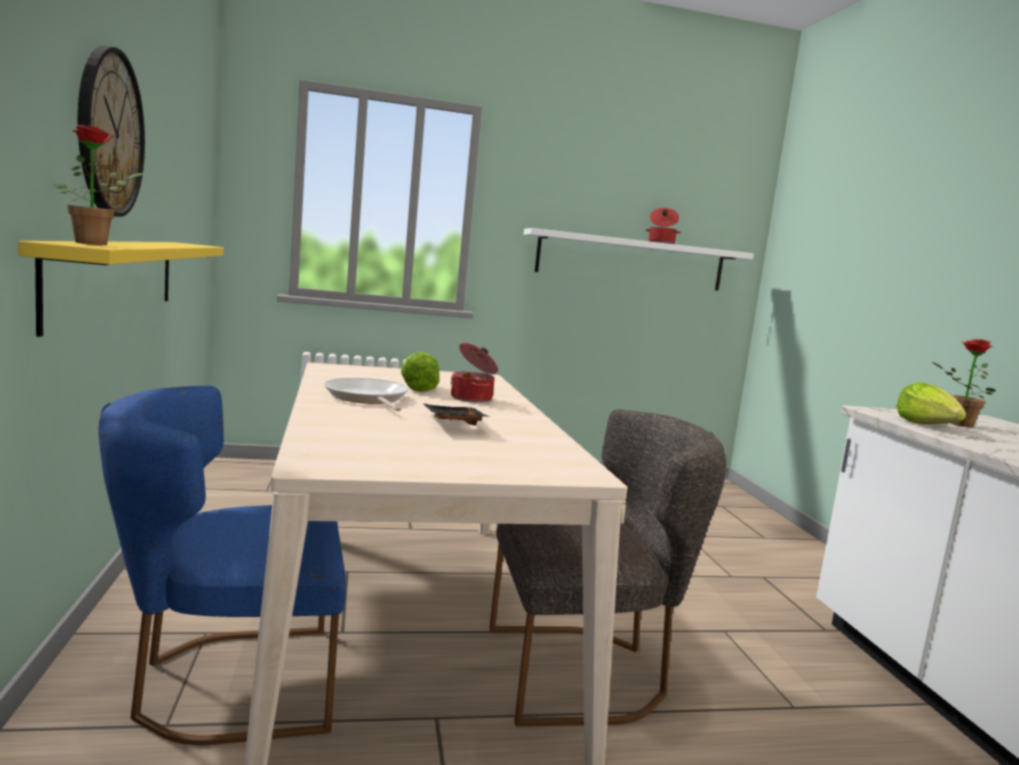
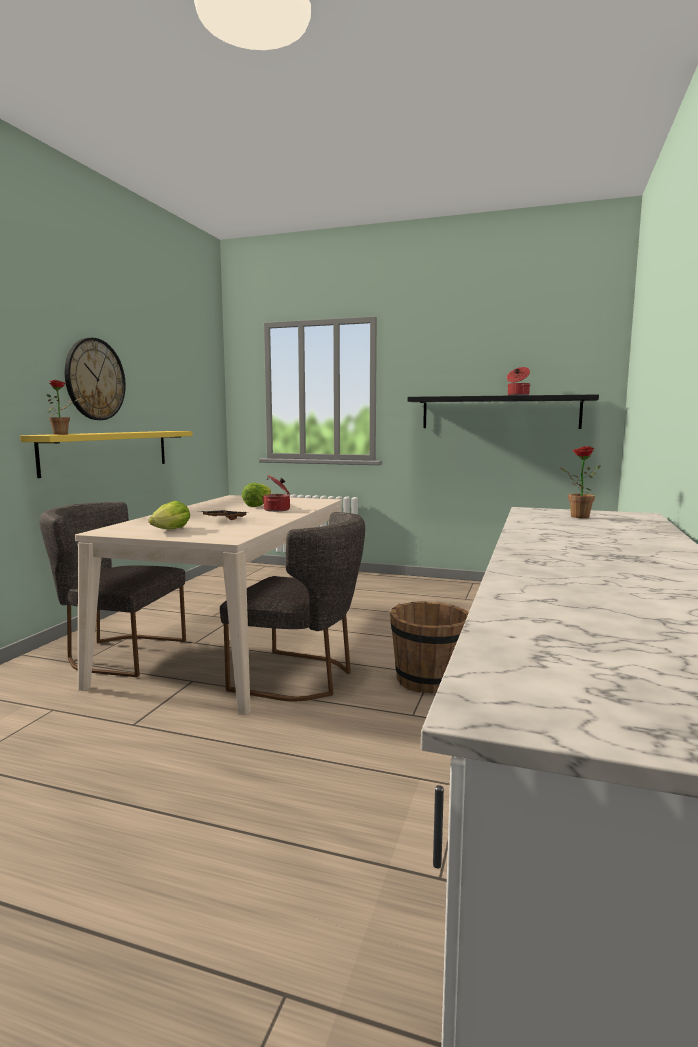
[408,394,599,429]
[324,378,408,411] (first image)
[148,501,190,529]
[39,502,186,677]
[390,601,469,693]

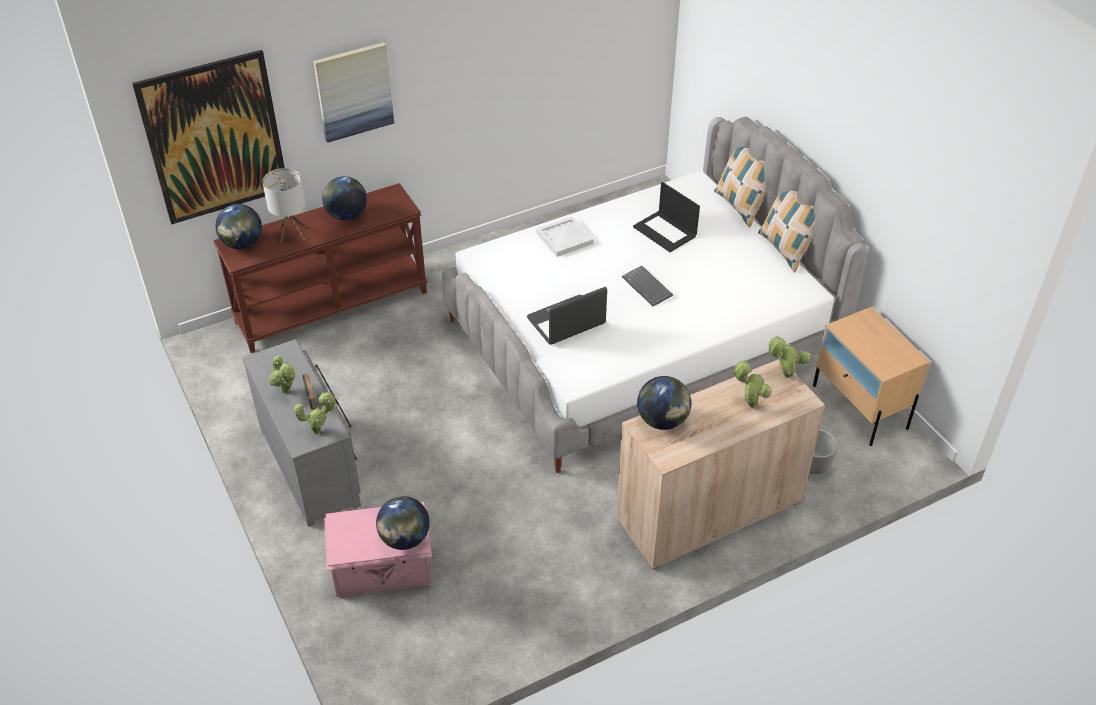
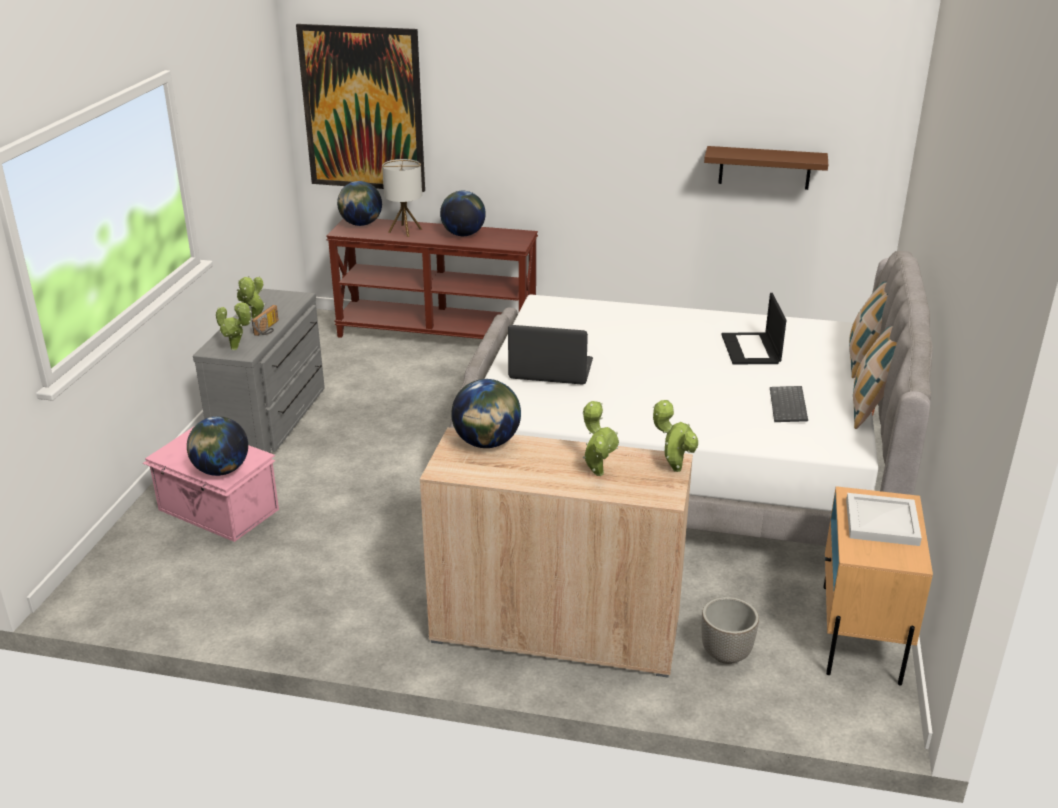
[313,42,394,143] (first image)
[846,493,922,546]
[770,386,808,422]
[704,146,828,190]

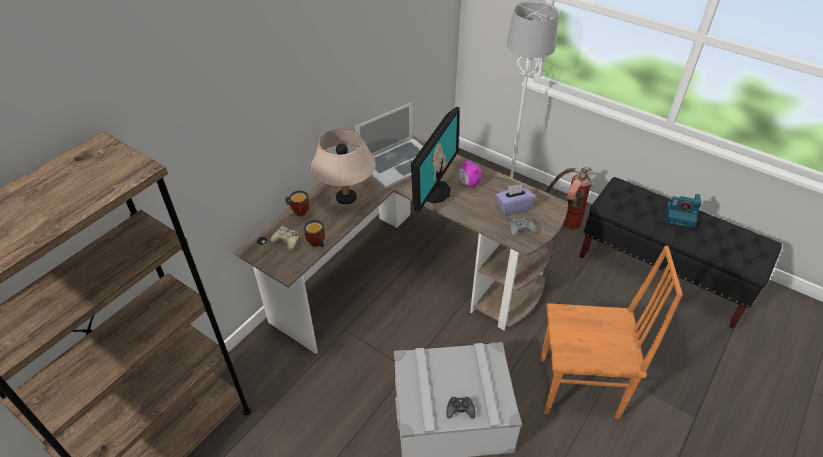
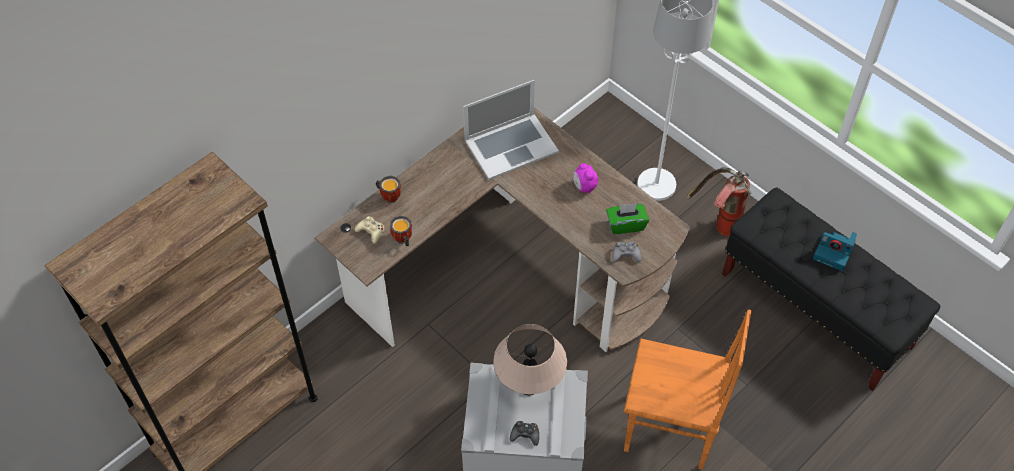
[411,107,460,212] (first image)
[493,324,567,395]
[606,203,649,234]

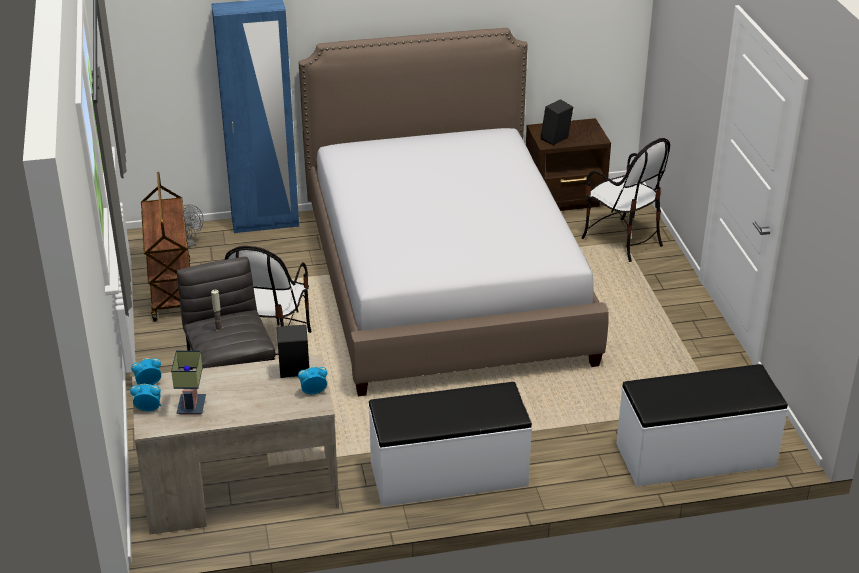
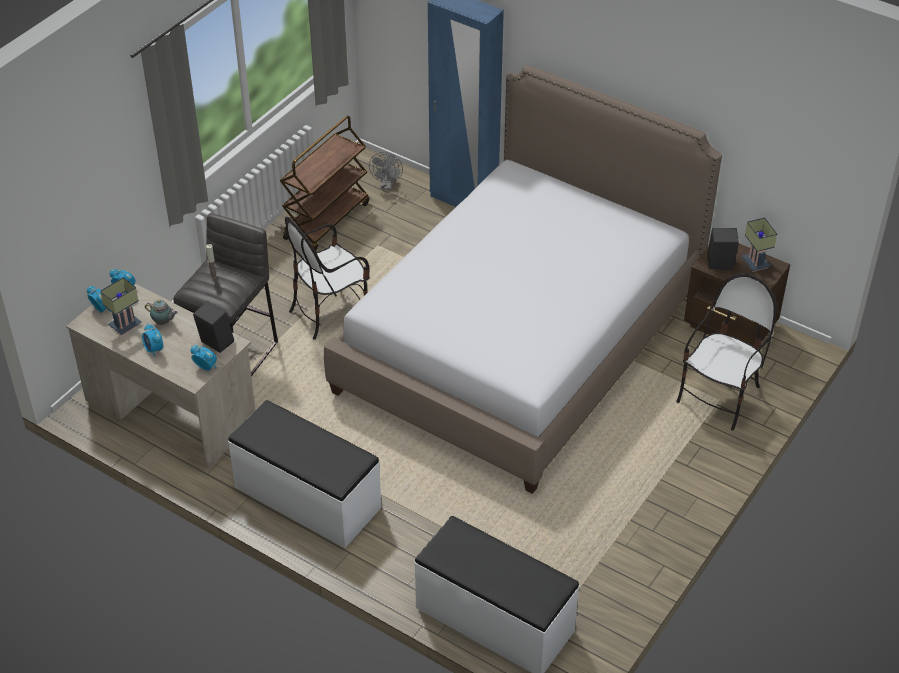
[676,274,777,431]
[742,218,777,272]
[145,300,178,325]
[142,323,163,357]

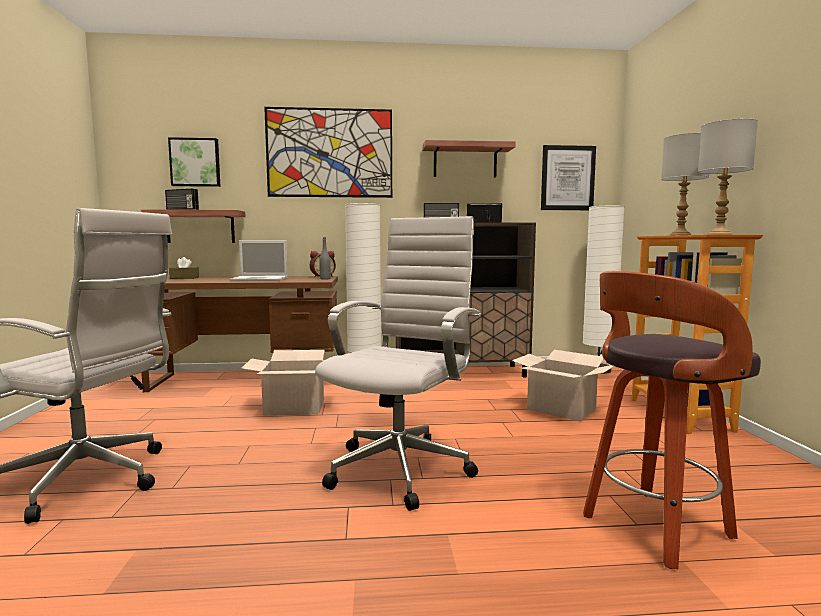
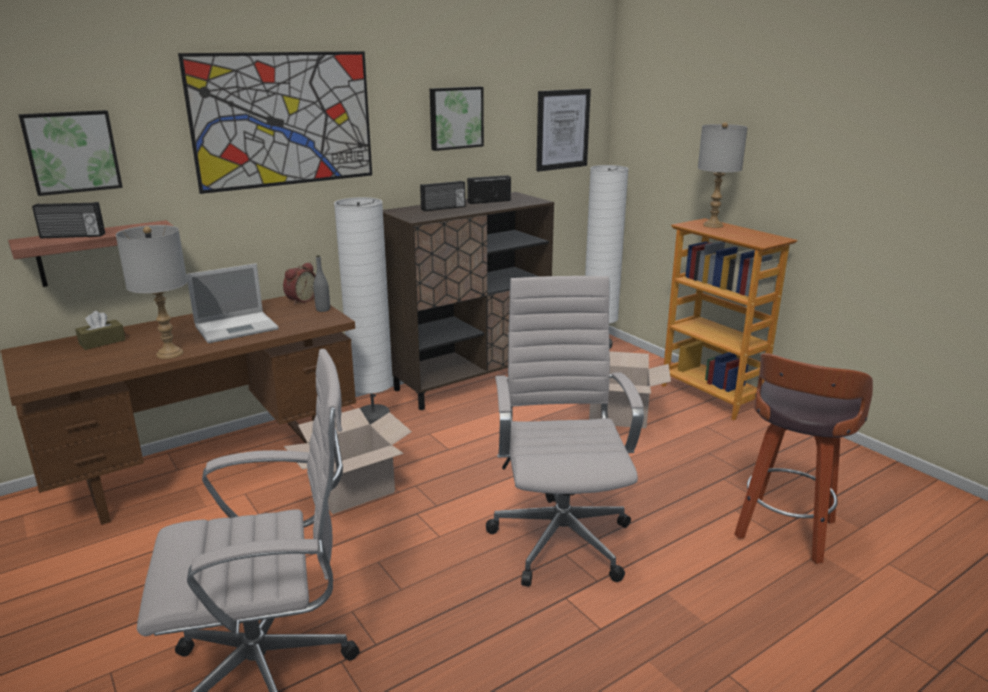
[116,225,187,359]
[430,87,484,151]

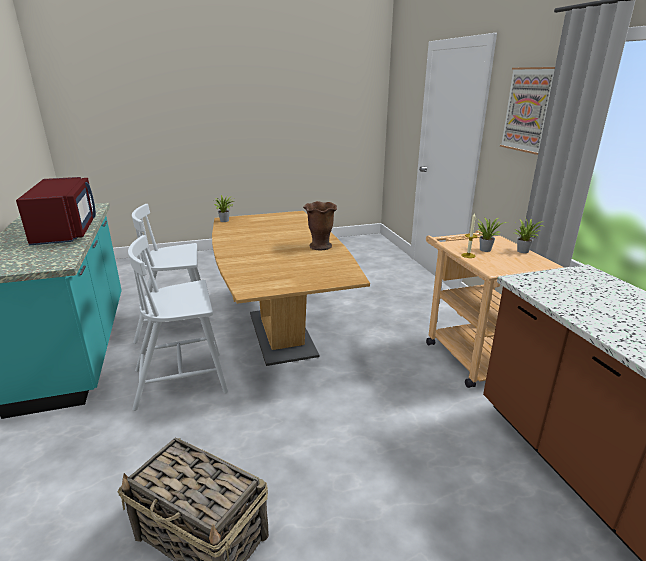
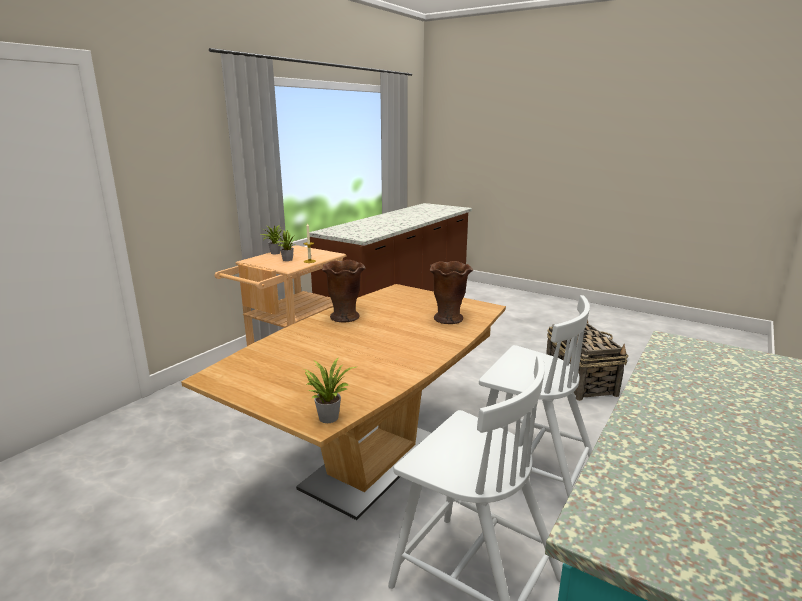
[500,67,555,155] (first image)
[16,177,96,245] (first image)
[429,261,473,324]

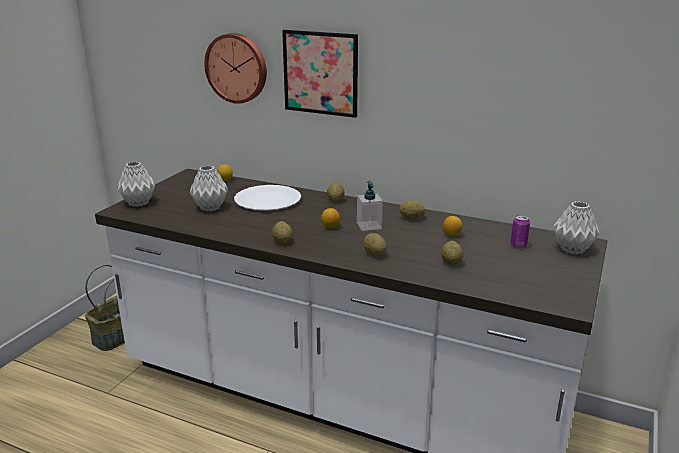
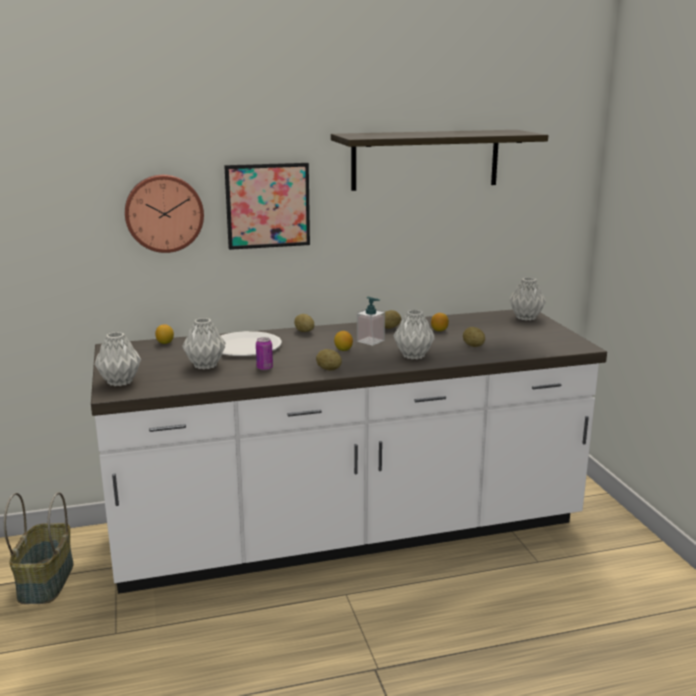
[256,337,273,371]
[393,310,435,359]
[331,130,548,191]

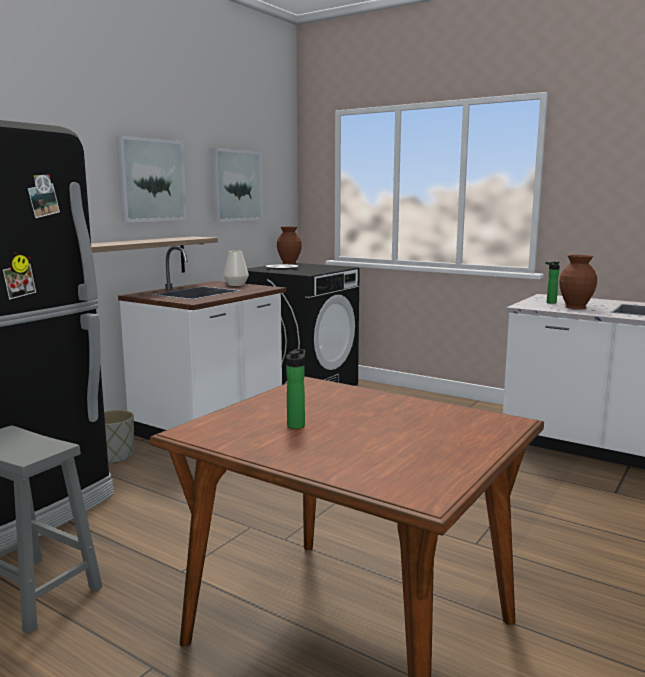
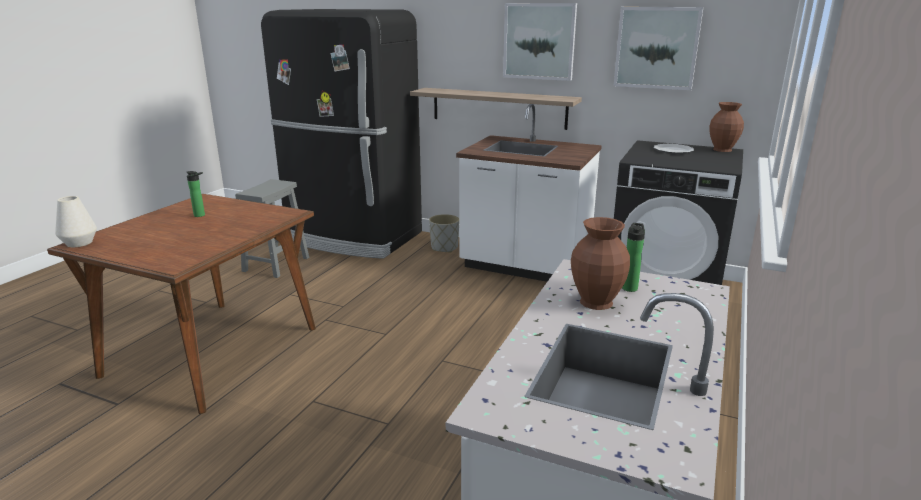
[55,196,97,247]

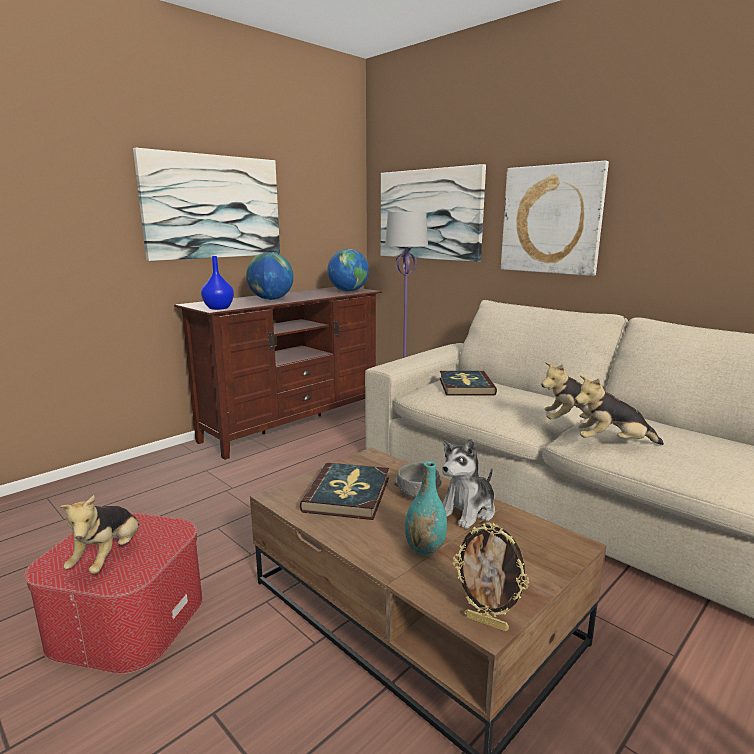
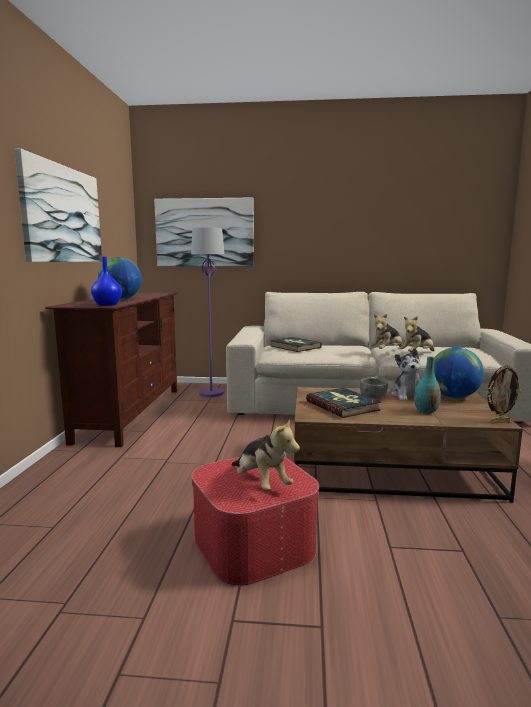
[501,161,609,276] (first image)
[434,347,484,398]

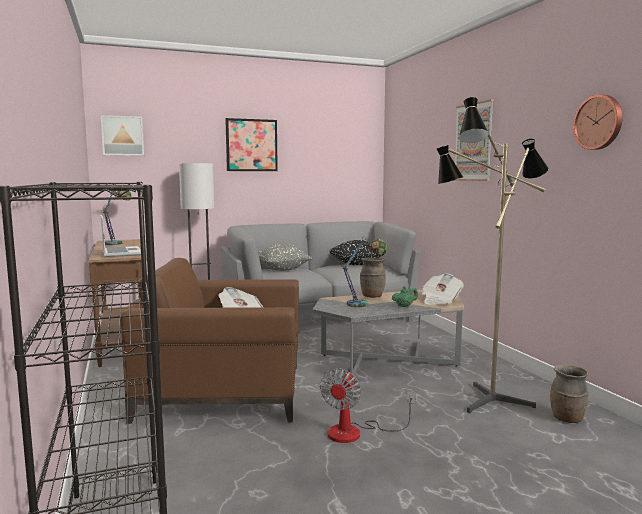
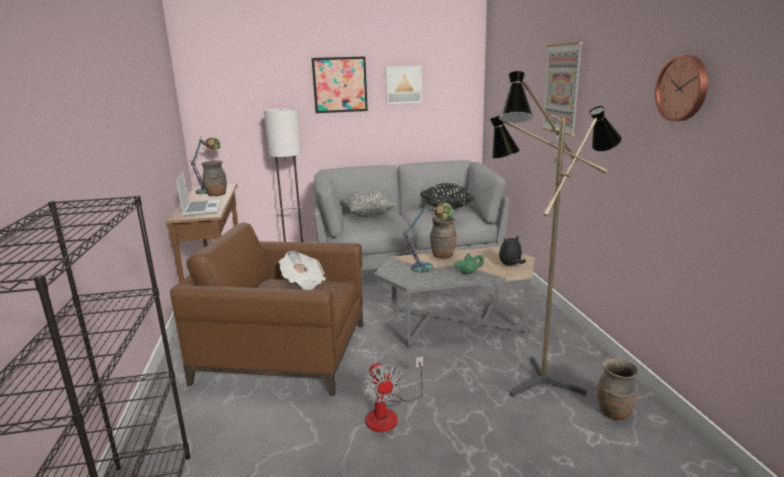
[385,66,422,104]
[499,235,526,266]
[362,356,423,432]
[201,160,227,196]

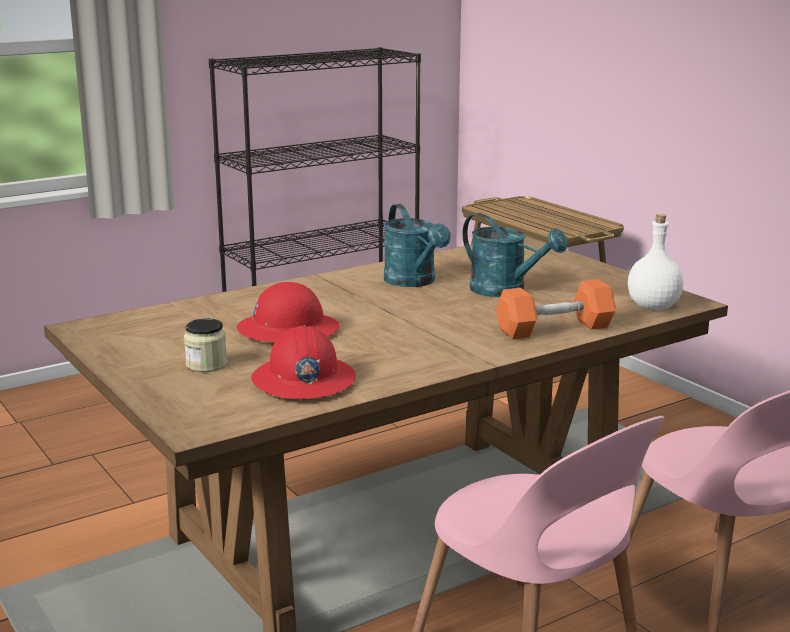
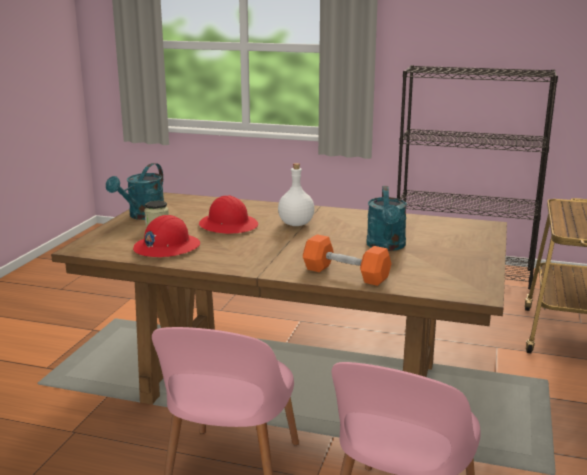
[106,163,164,220]
[278,163,314,226]

